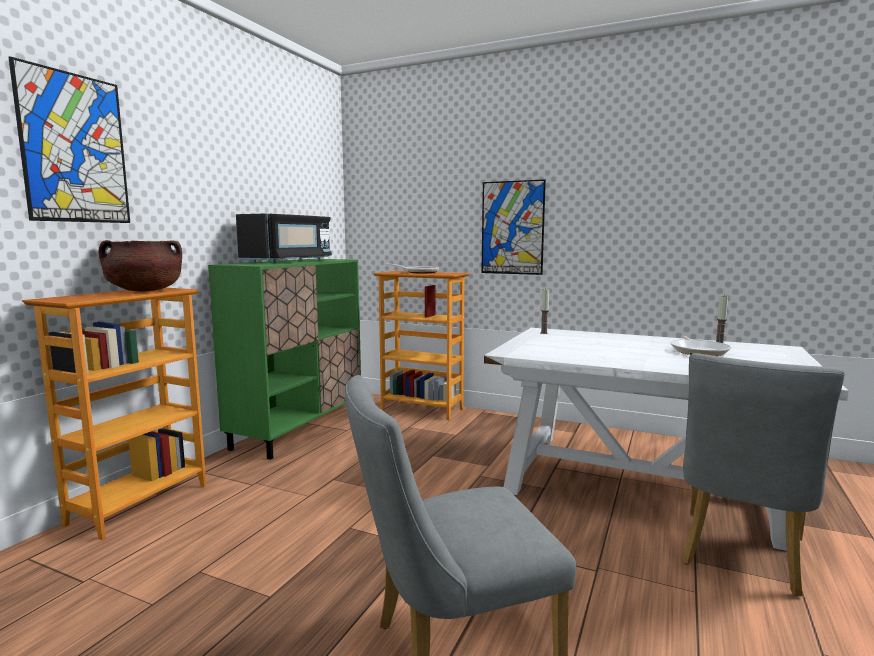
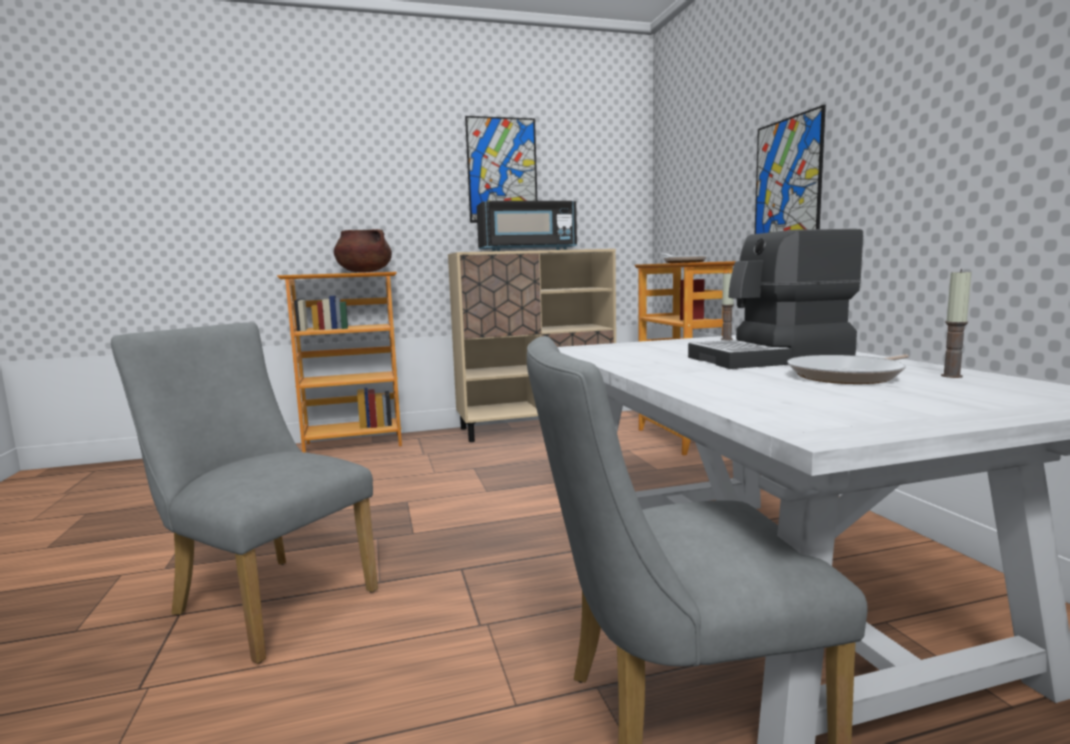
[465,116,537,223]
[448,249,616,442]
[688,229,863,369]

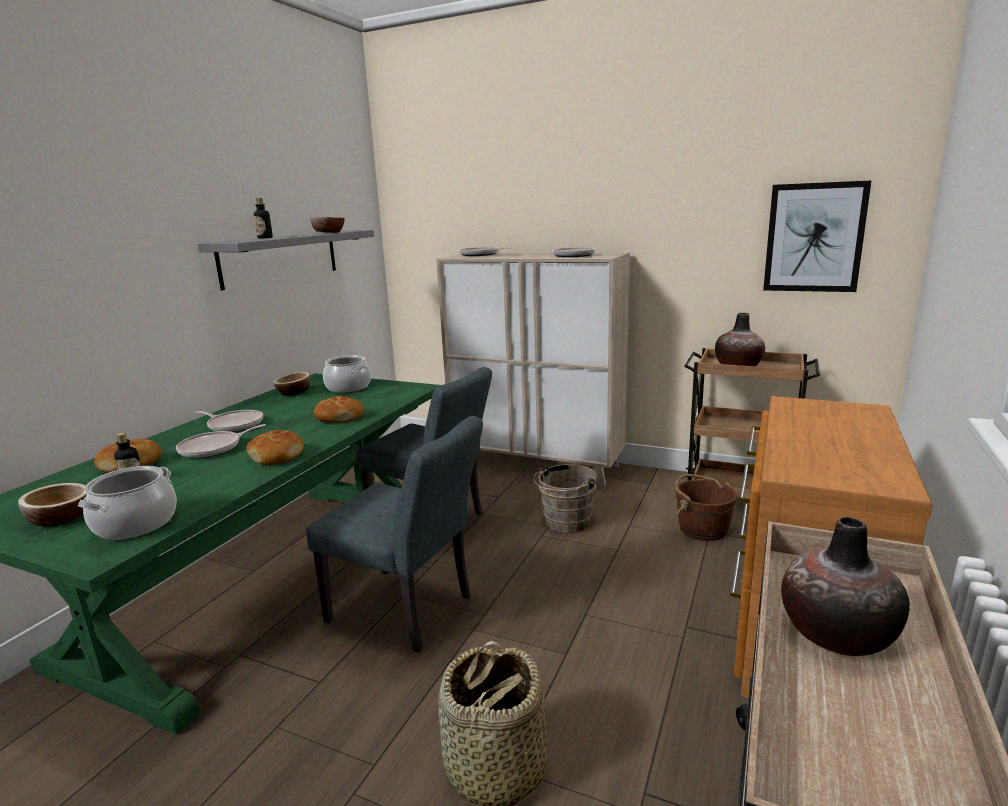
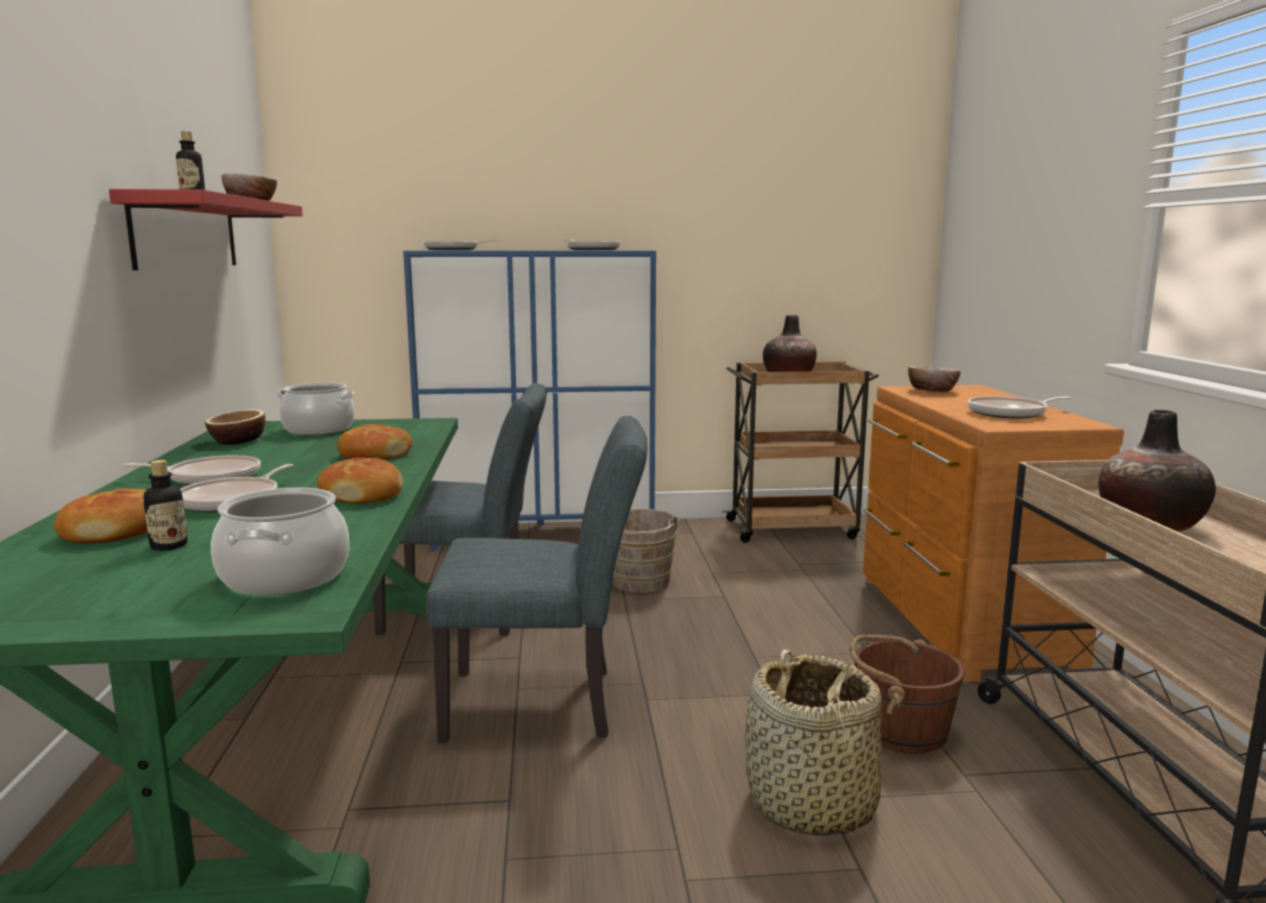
[763,180,872,292] (first image)
[109,189,303,271]
[403,250,656,551]
[850,635,964,754]
[908,366,961,392]
[968,396,1072,419]

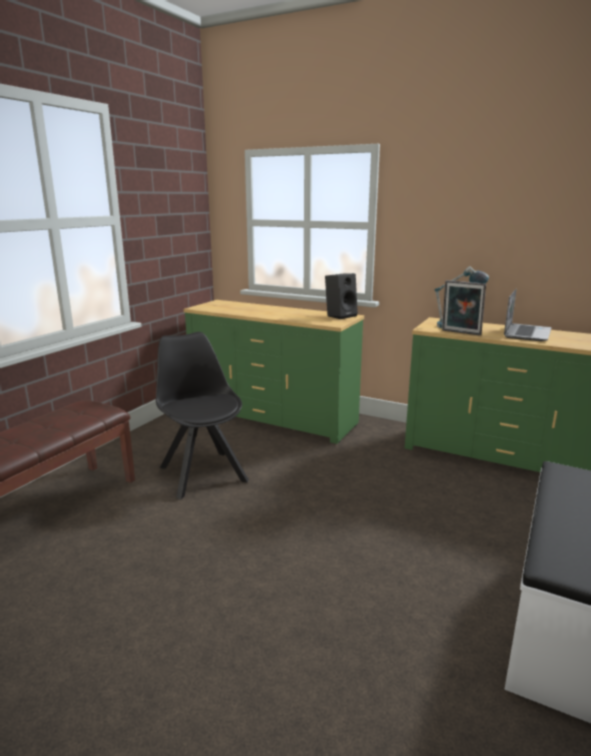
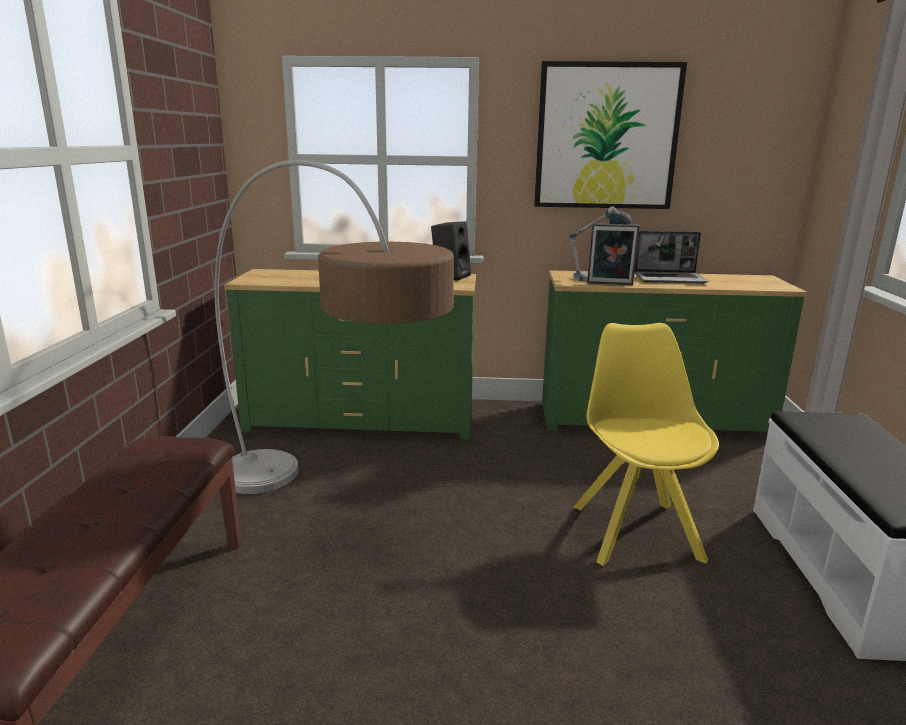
[634,231,708,284]
[215,160,454,494]
[534,61,687,209]
[574,323,719,566]

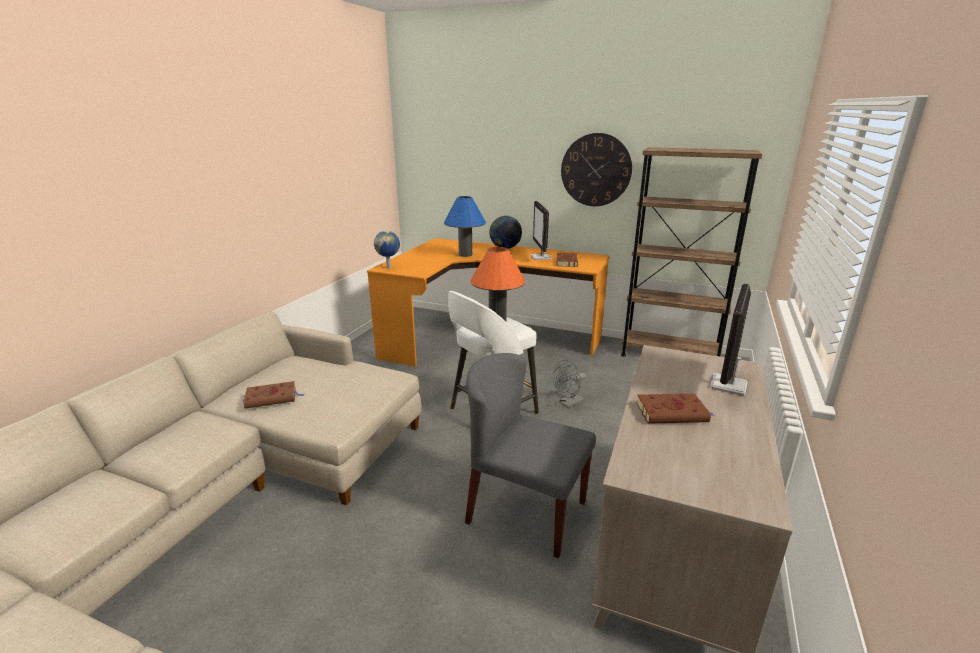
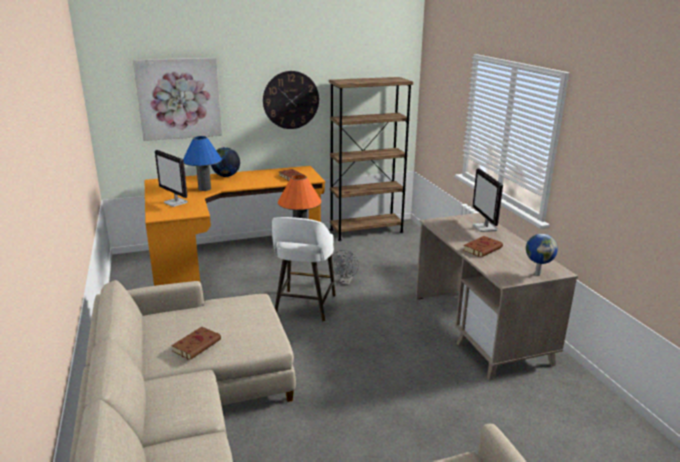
[155,150,188,207]
[526,234,558,276]
[465,353,596,558] (first image)
[133,58,222,141]

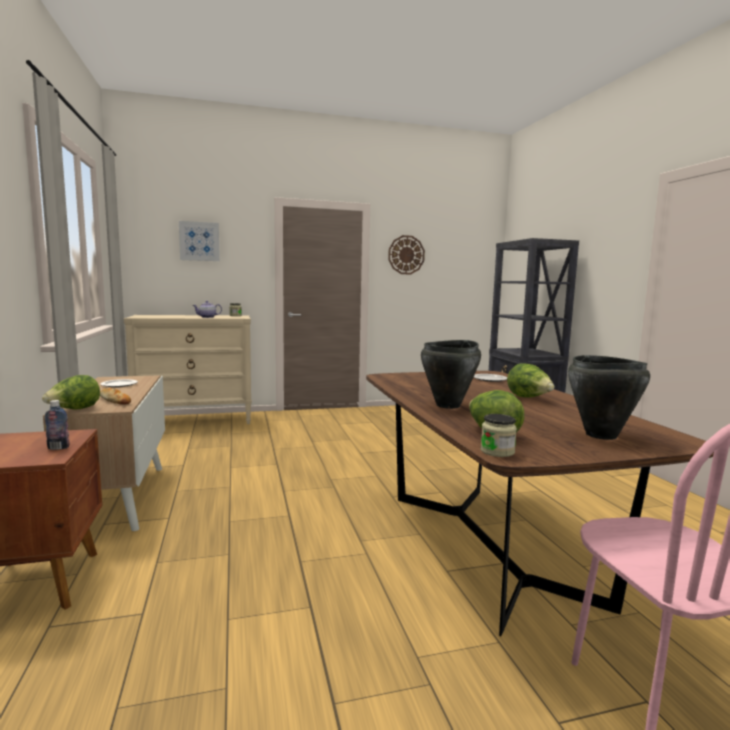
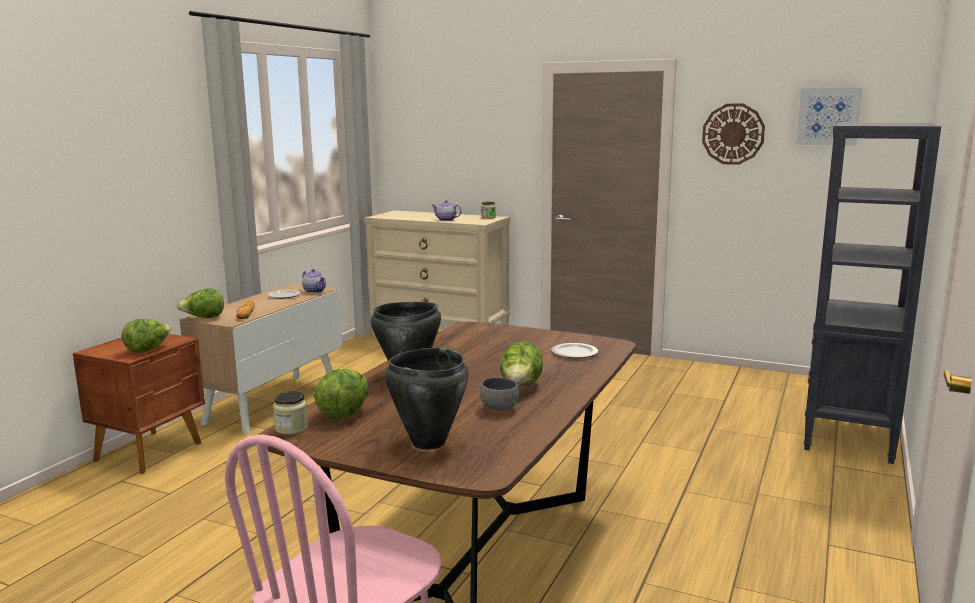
[796,88,862,146]
[122,319,171,353]
[302,269,326,293]
[480,377,519,411]

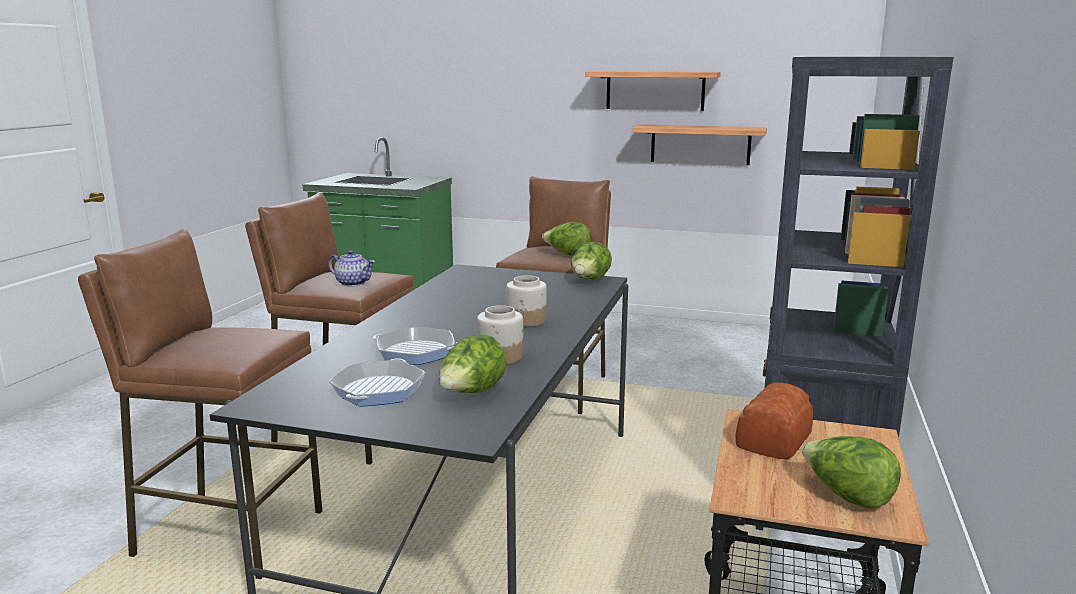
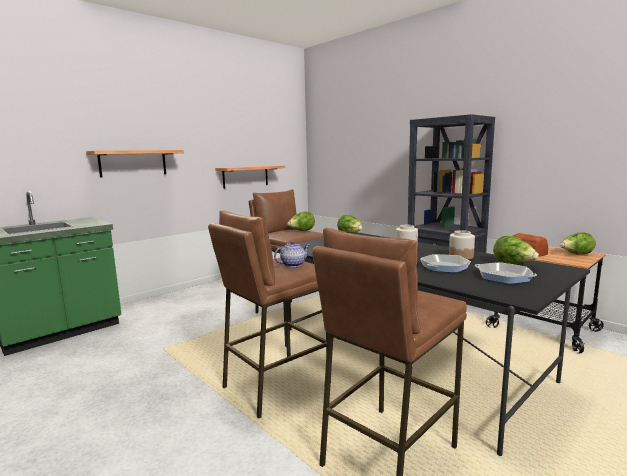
[86,150,184,177]

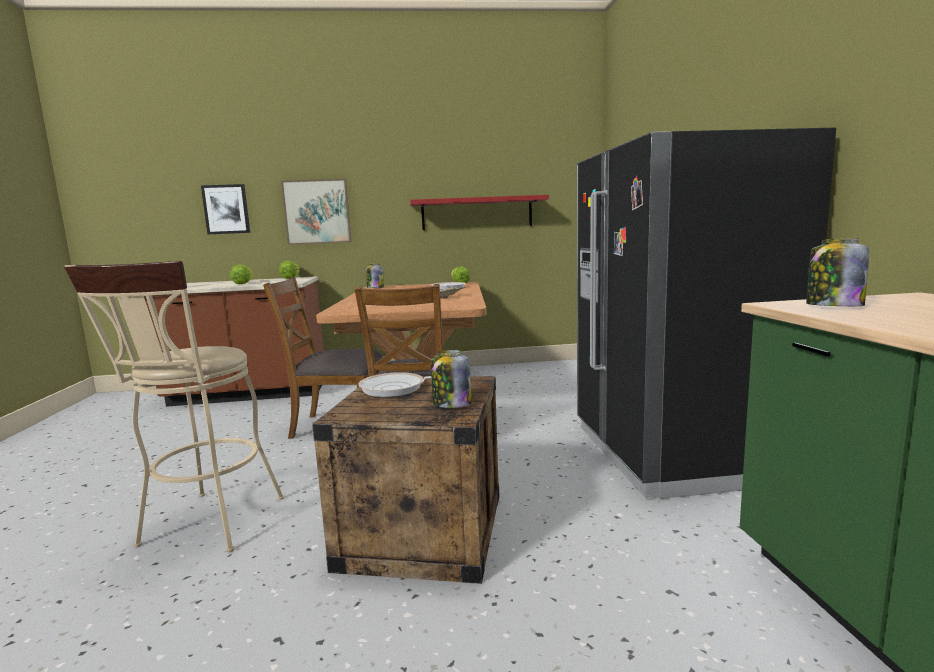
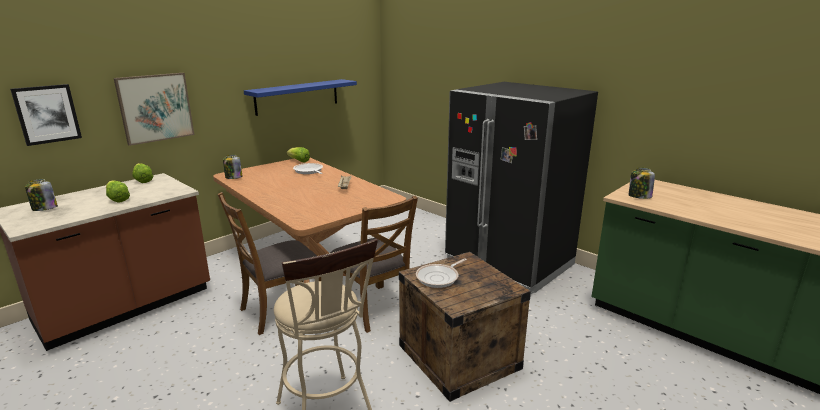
[244,79,357,116]
[25,179,58,211]

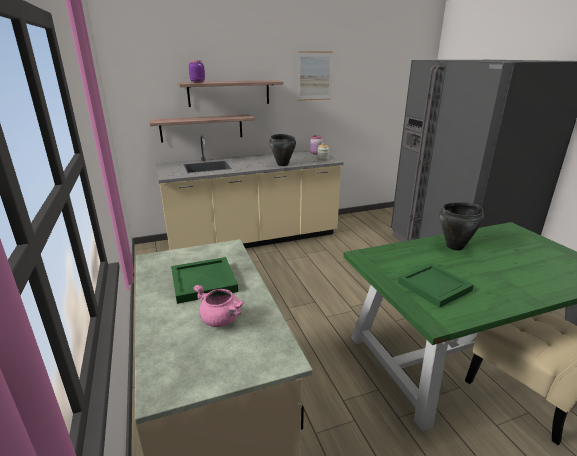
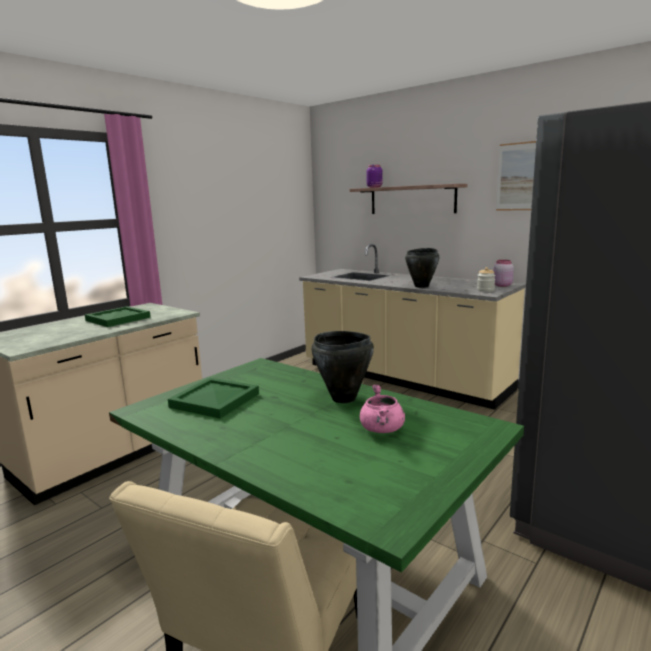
[149,115,255,143] (first image)
[360,385,405,433]

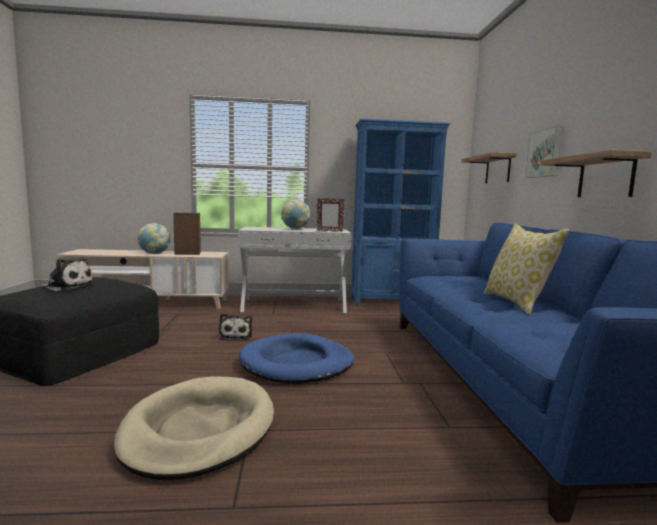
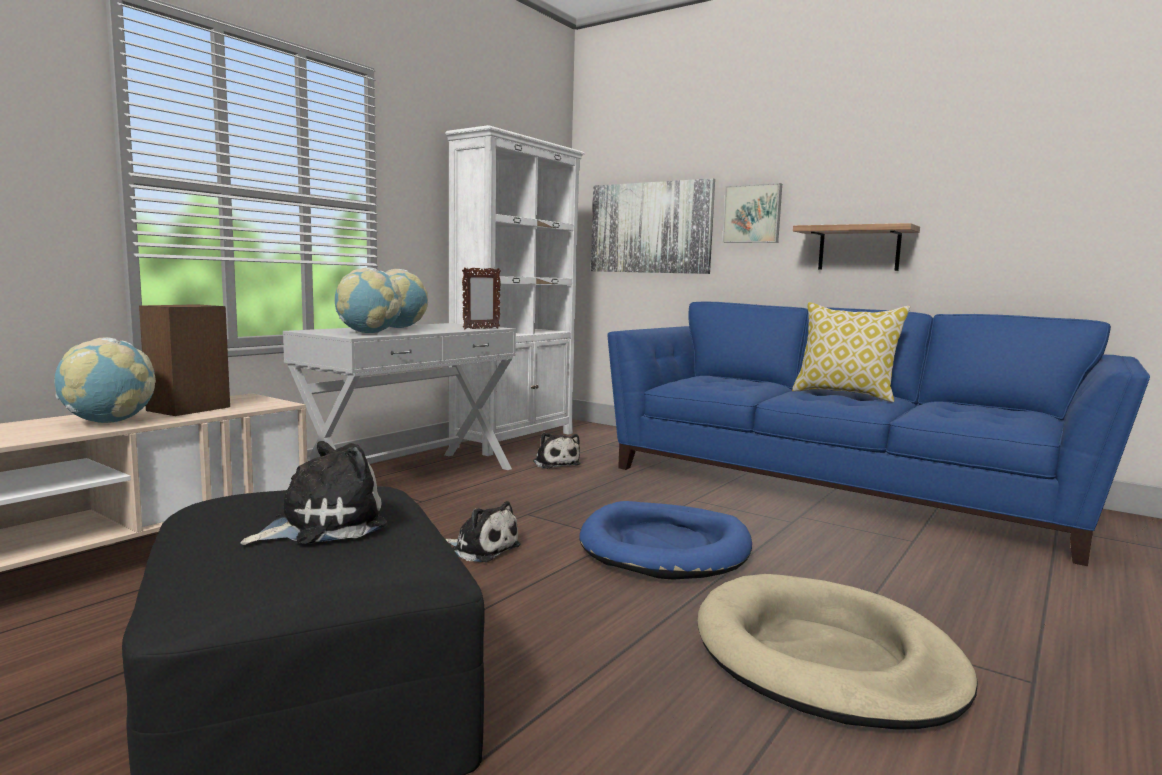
[445,125,585,456]
[591,178,715,274]
[335,267,402,333]
[533,432,580,469]

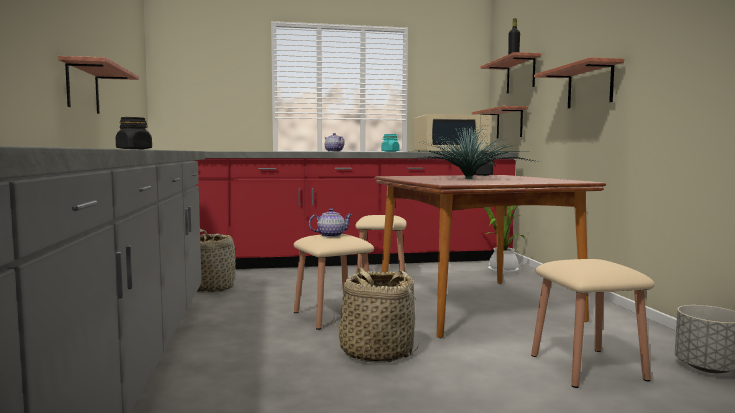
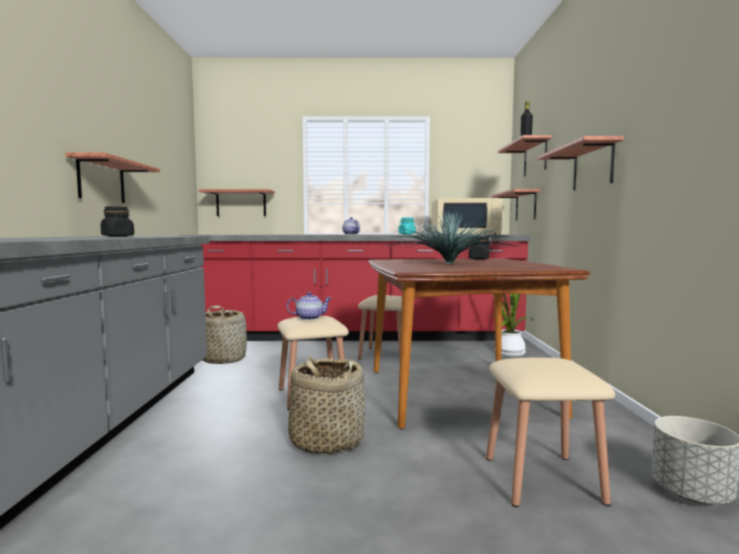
[199,189,275,216]

